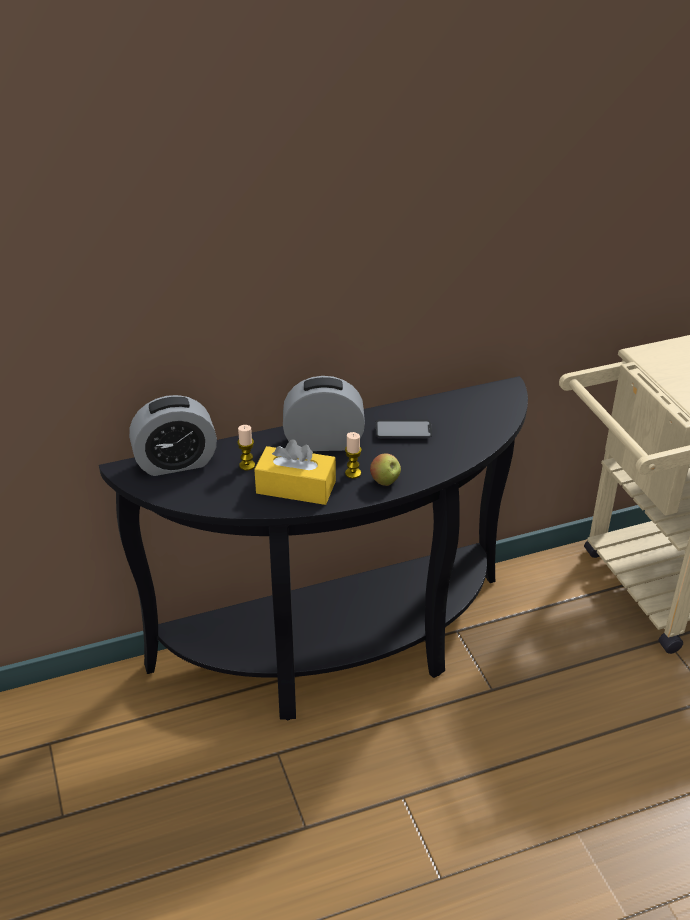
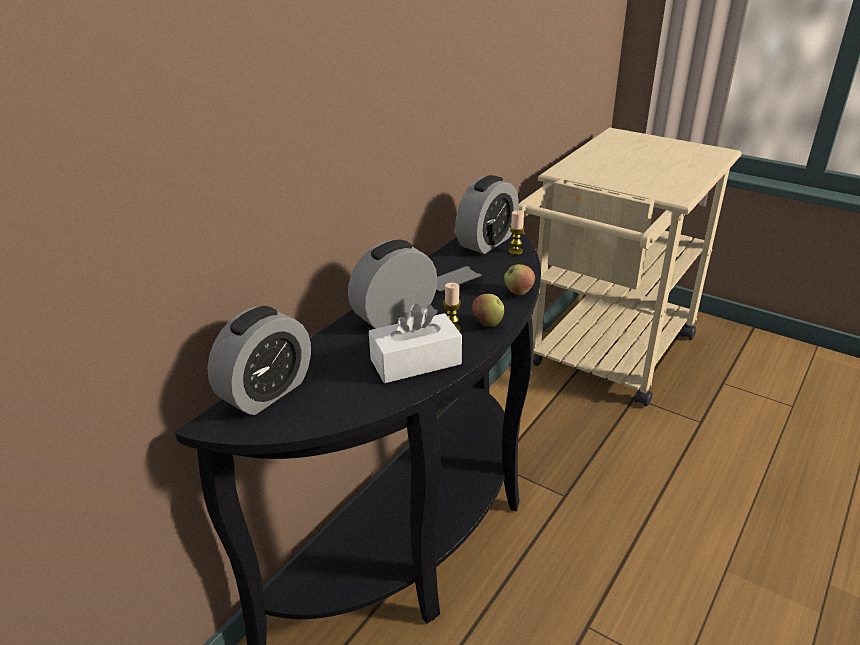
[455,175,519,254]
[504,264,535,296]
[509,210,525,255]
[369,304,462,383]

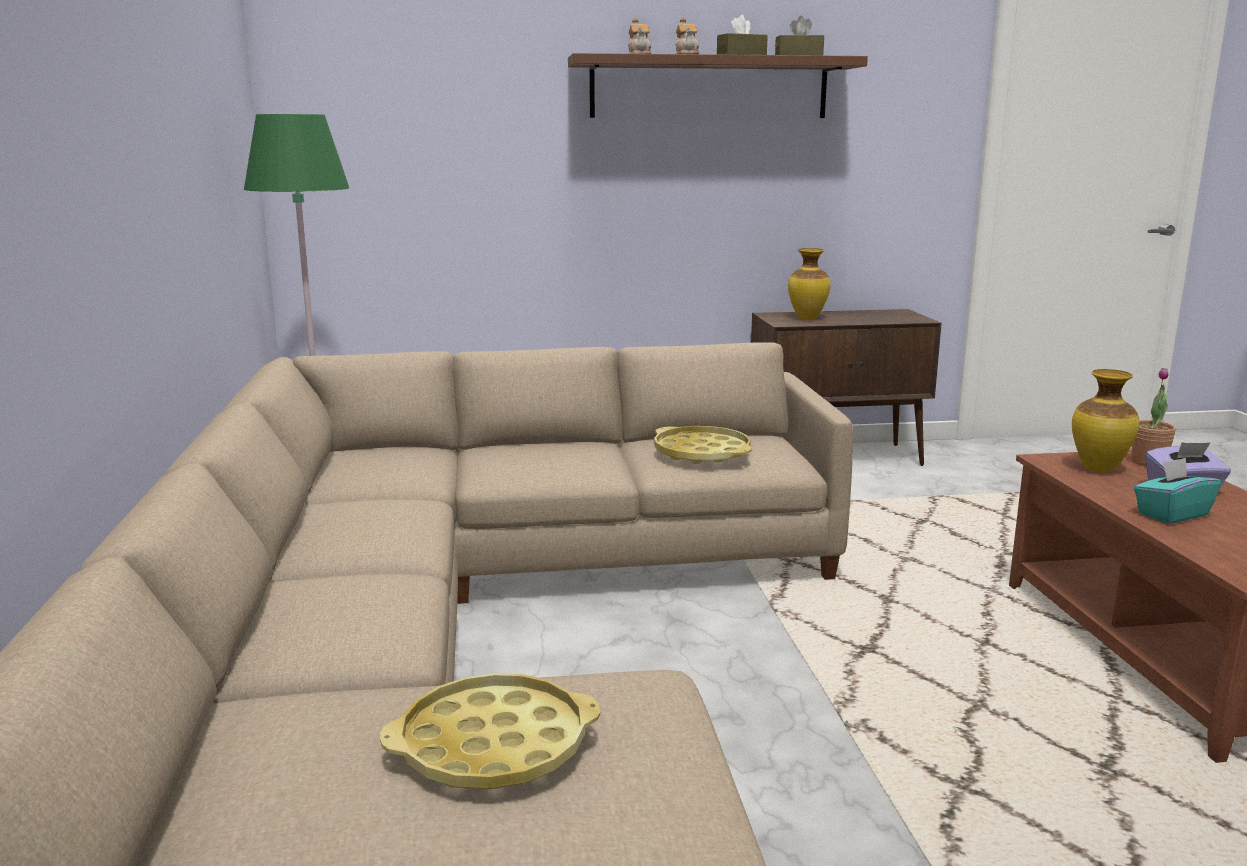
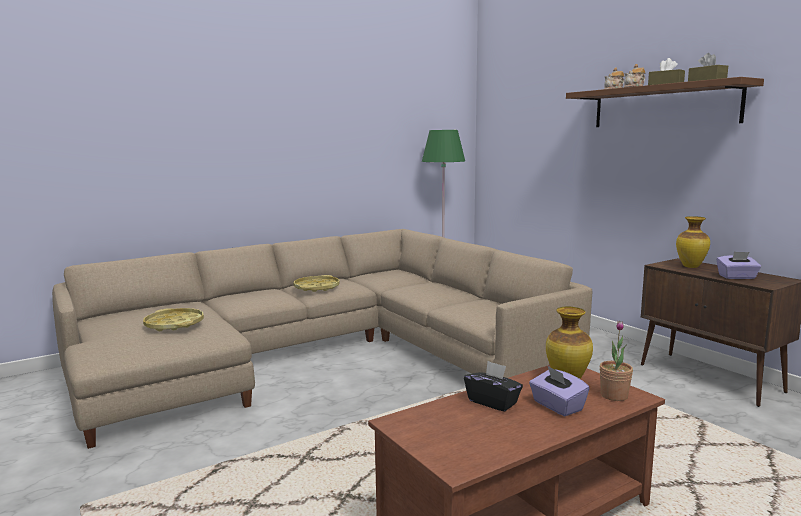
[717,252,761,279]
[293,275,340,292]
[464,361,523,412]

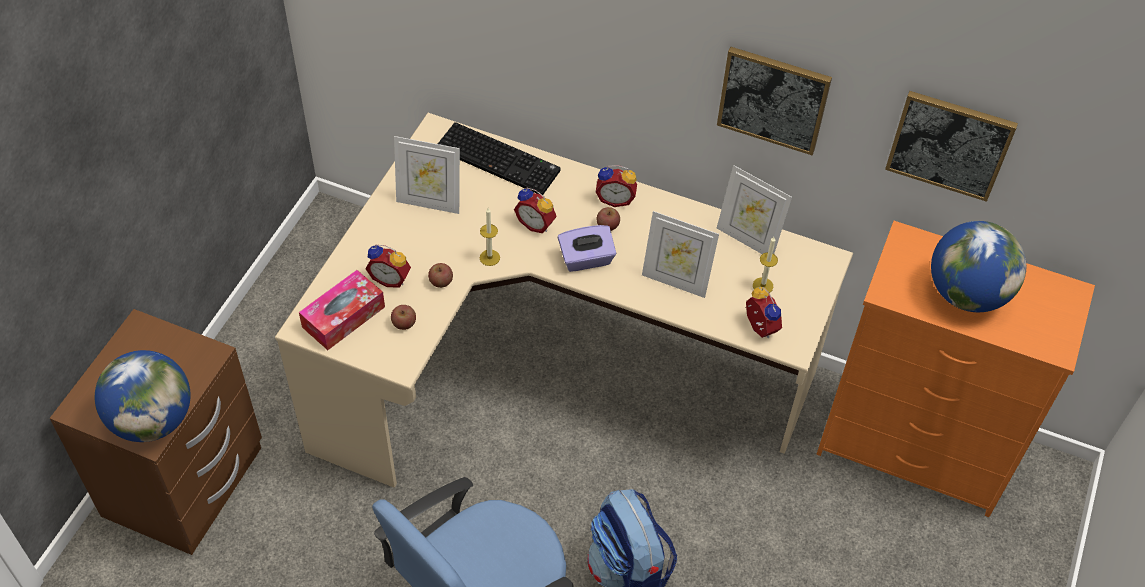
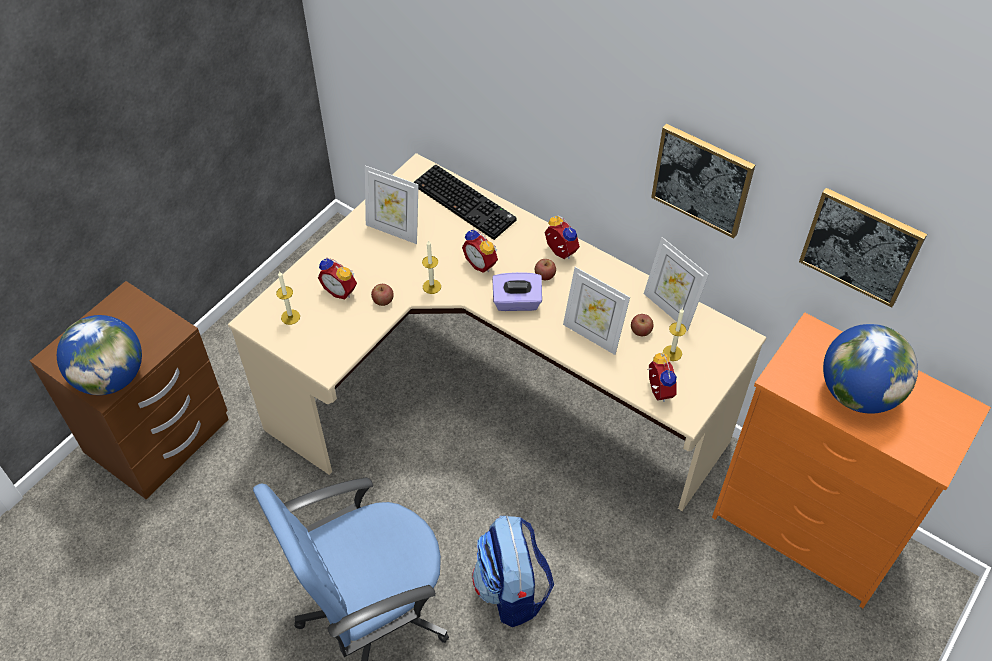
[631,314,654,336]
[276,271,300,325]
[545,215,580,259]

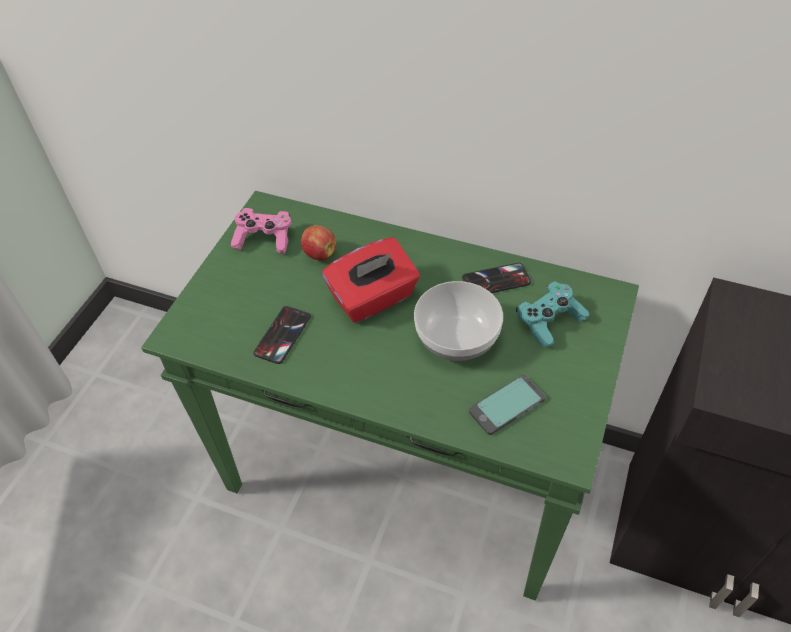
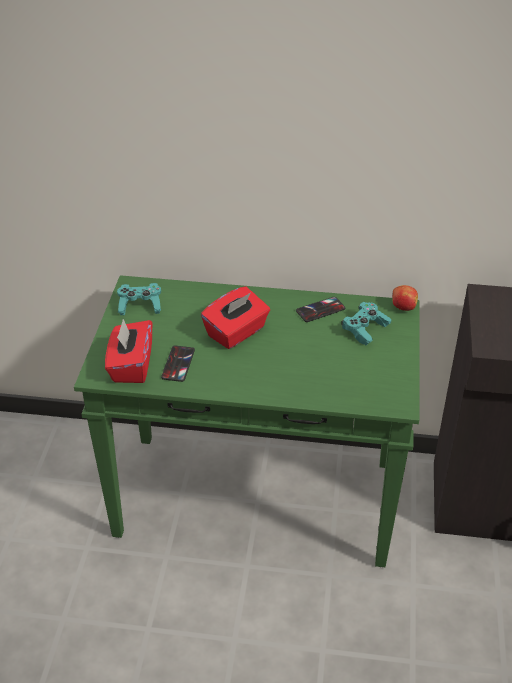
[414,281,503,361] (first image)
[469,375,546,435] (first image)
[105,319,152,383]
[393,285,418,311]
[117,283,161,315]

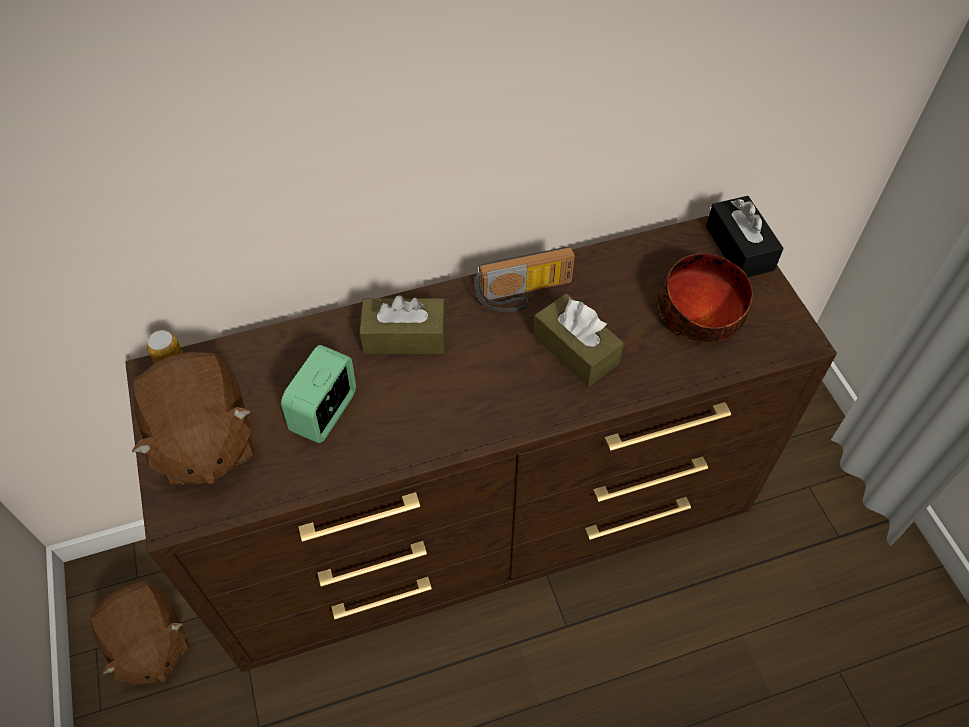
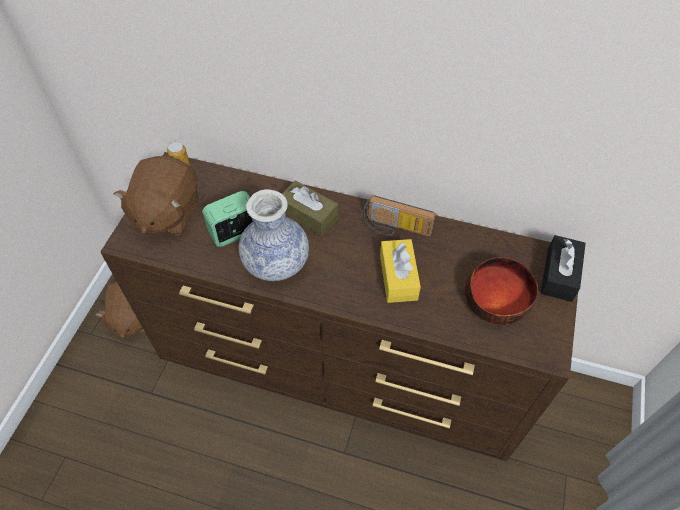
[238,189,309,281]
[380,239,421,303]

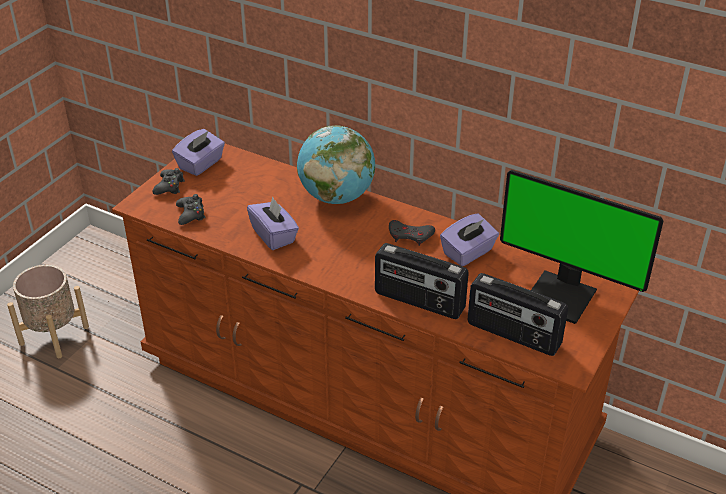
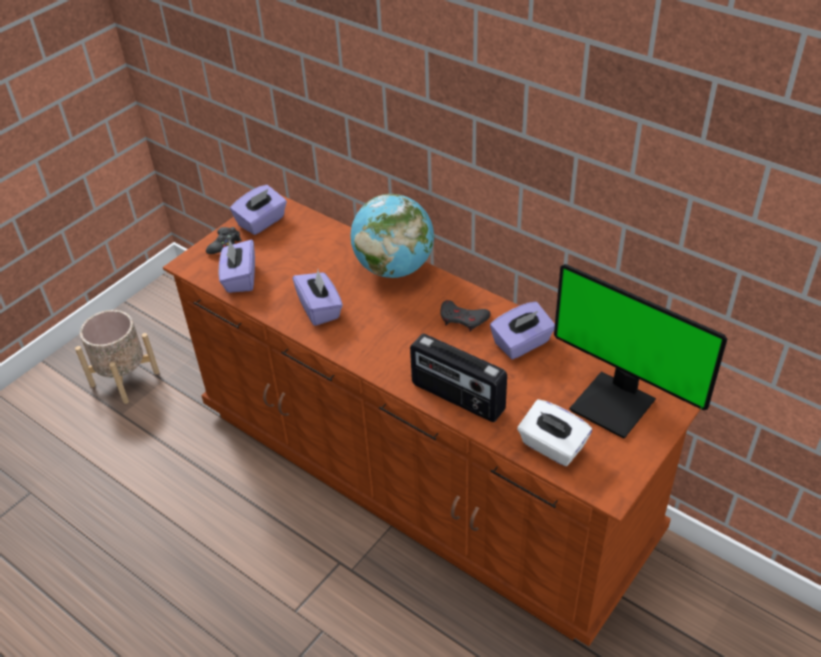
[219,240,255,293]
[517,399,592,466]

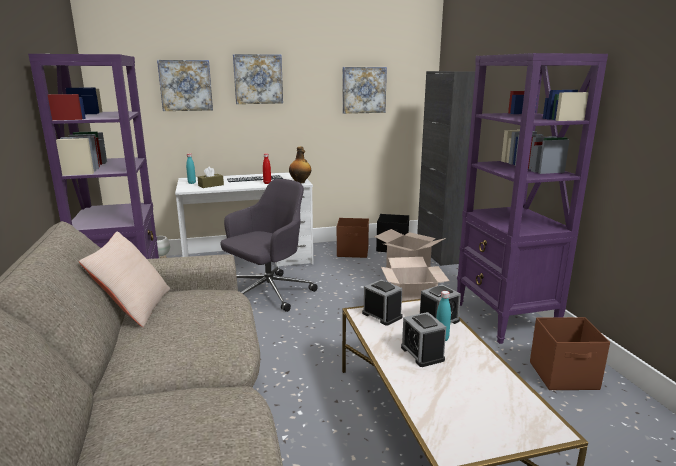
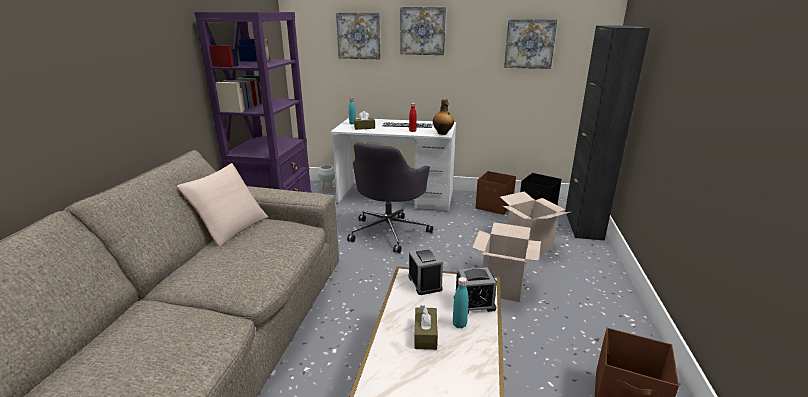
[457,53,608,344] (first image)
[414,305,438,350]
[347,142,433,253]

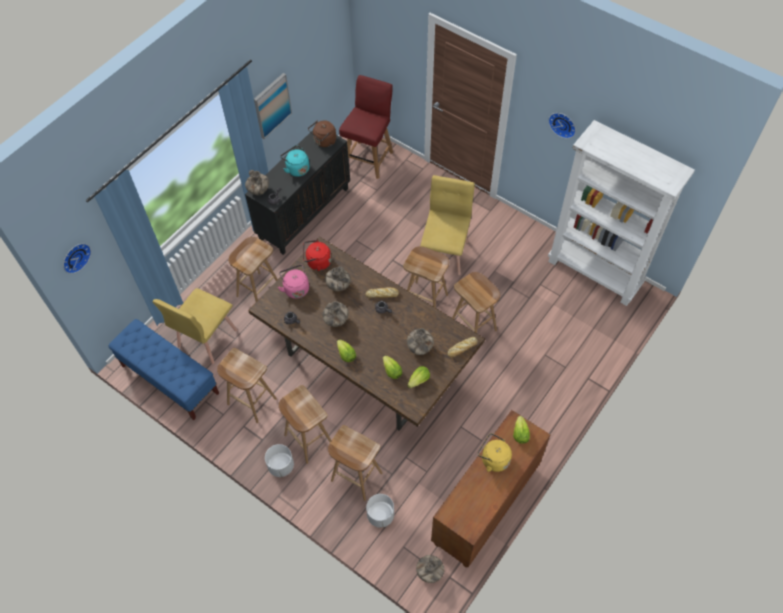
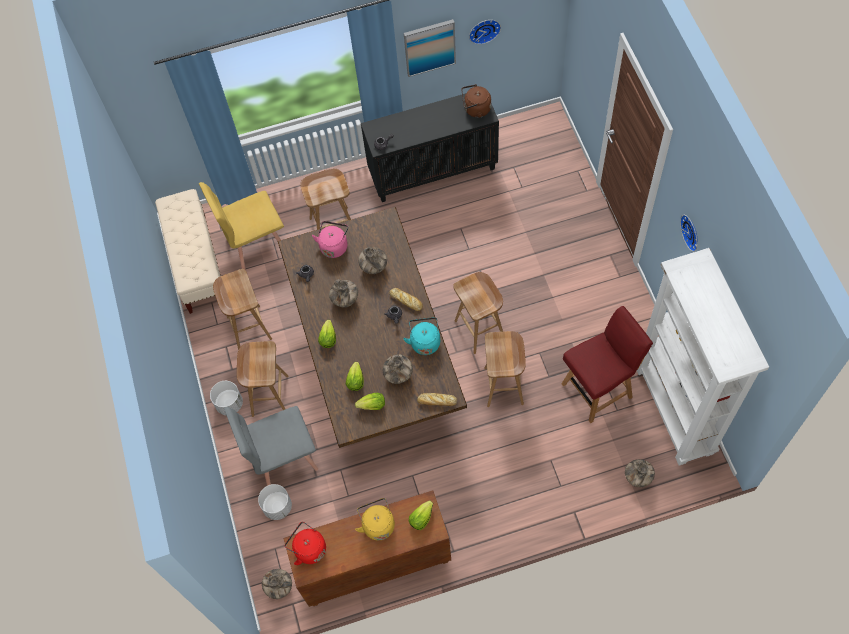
[420,175,475,275] (first image)
[469,20,501,44]
[625,459,655,487]
[403,317,440,355]
[285,522,326,565]
[562,306,653,423]
[224,406,318,486]
[155,189,221,314]

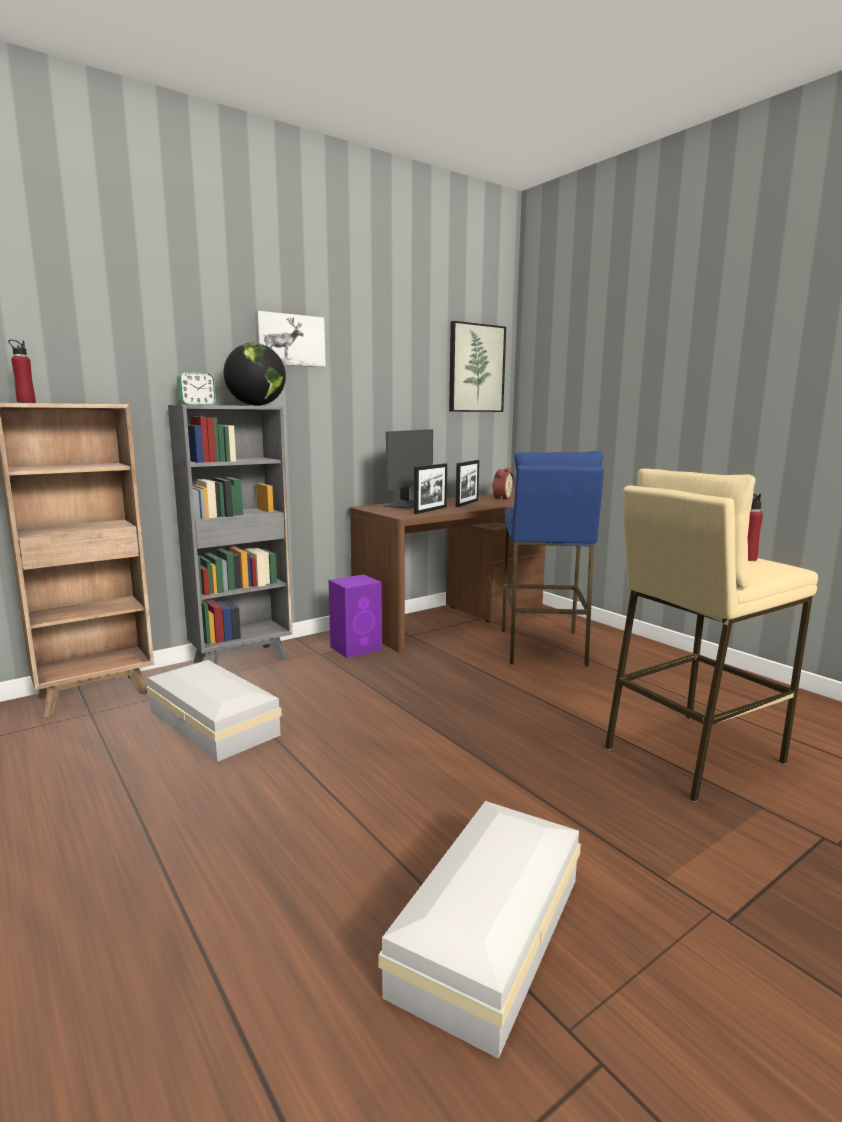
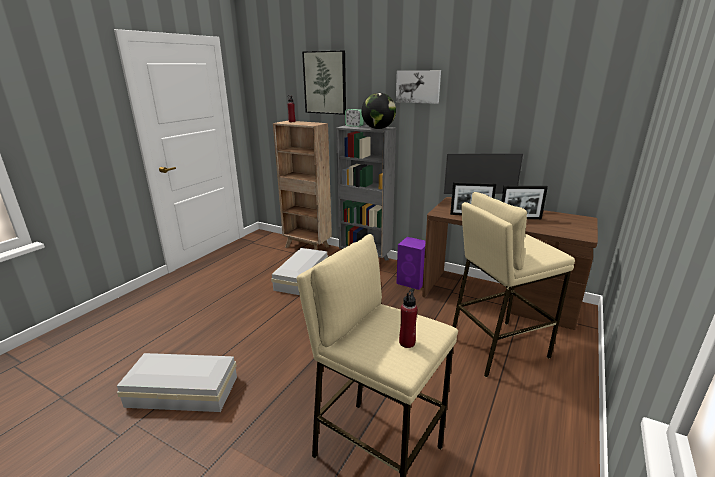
[492,468,515,499] (first image)
[302,50,346,115]
[453,192,575,377]

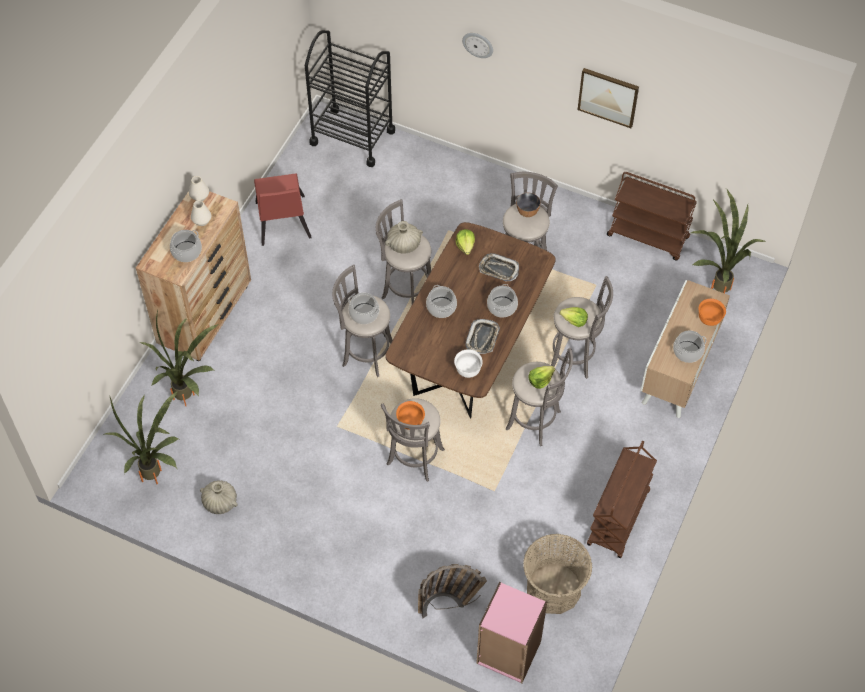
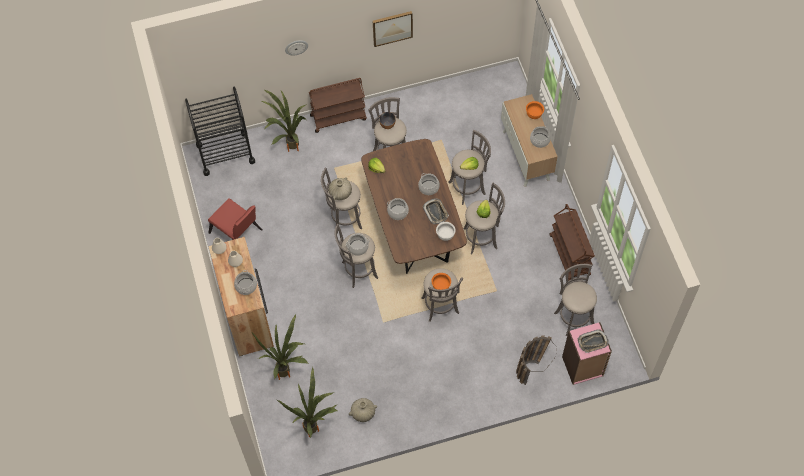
[578,329,609,353]
[309,78,367,133]
[262,90,308,152]
[554,264,597,336]

